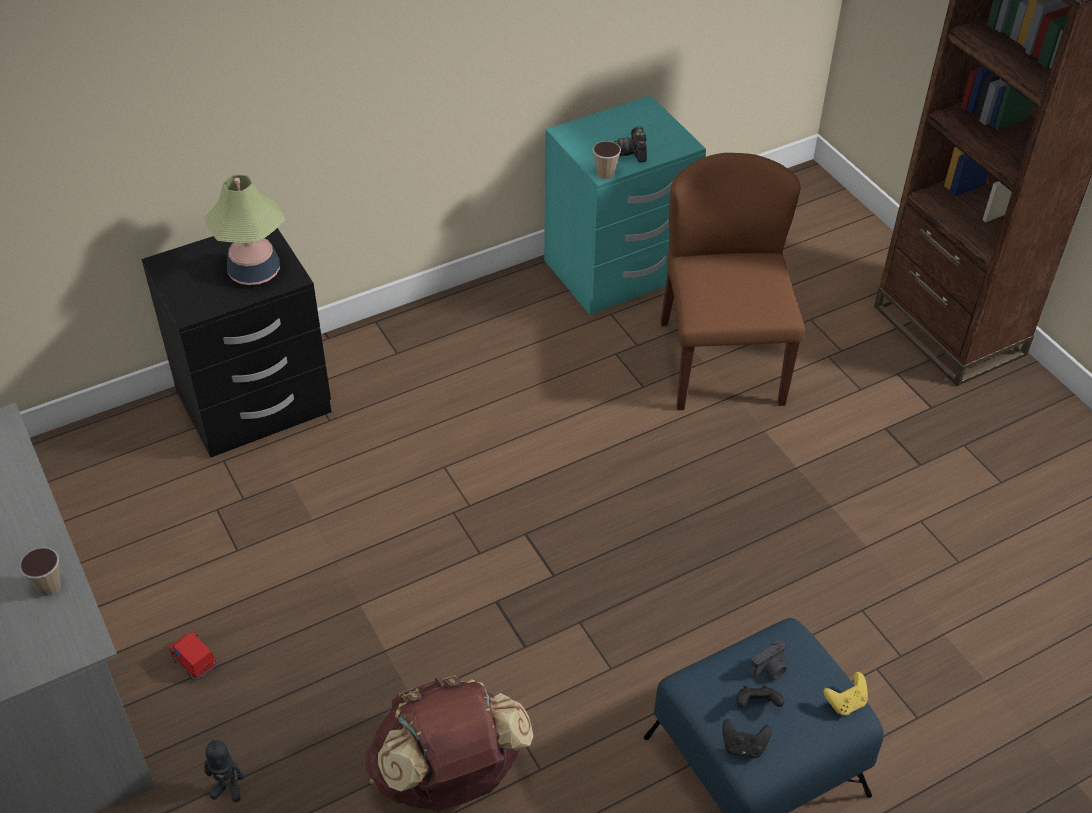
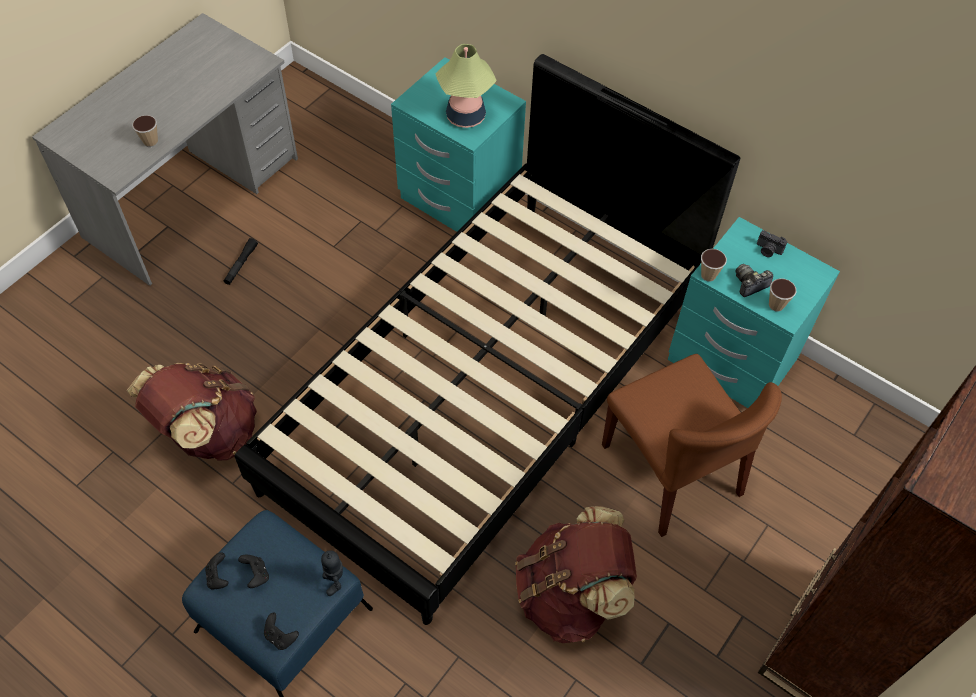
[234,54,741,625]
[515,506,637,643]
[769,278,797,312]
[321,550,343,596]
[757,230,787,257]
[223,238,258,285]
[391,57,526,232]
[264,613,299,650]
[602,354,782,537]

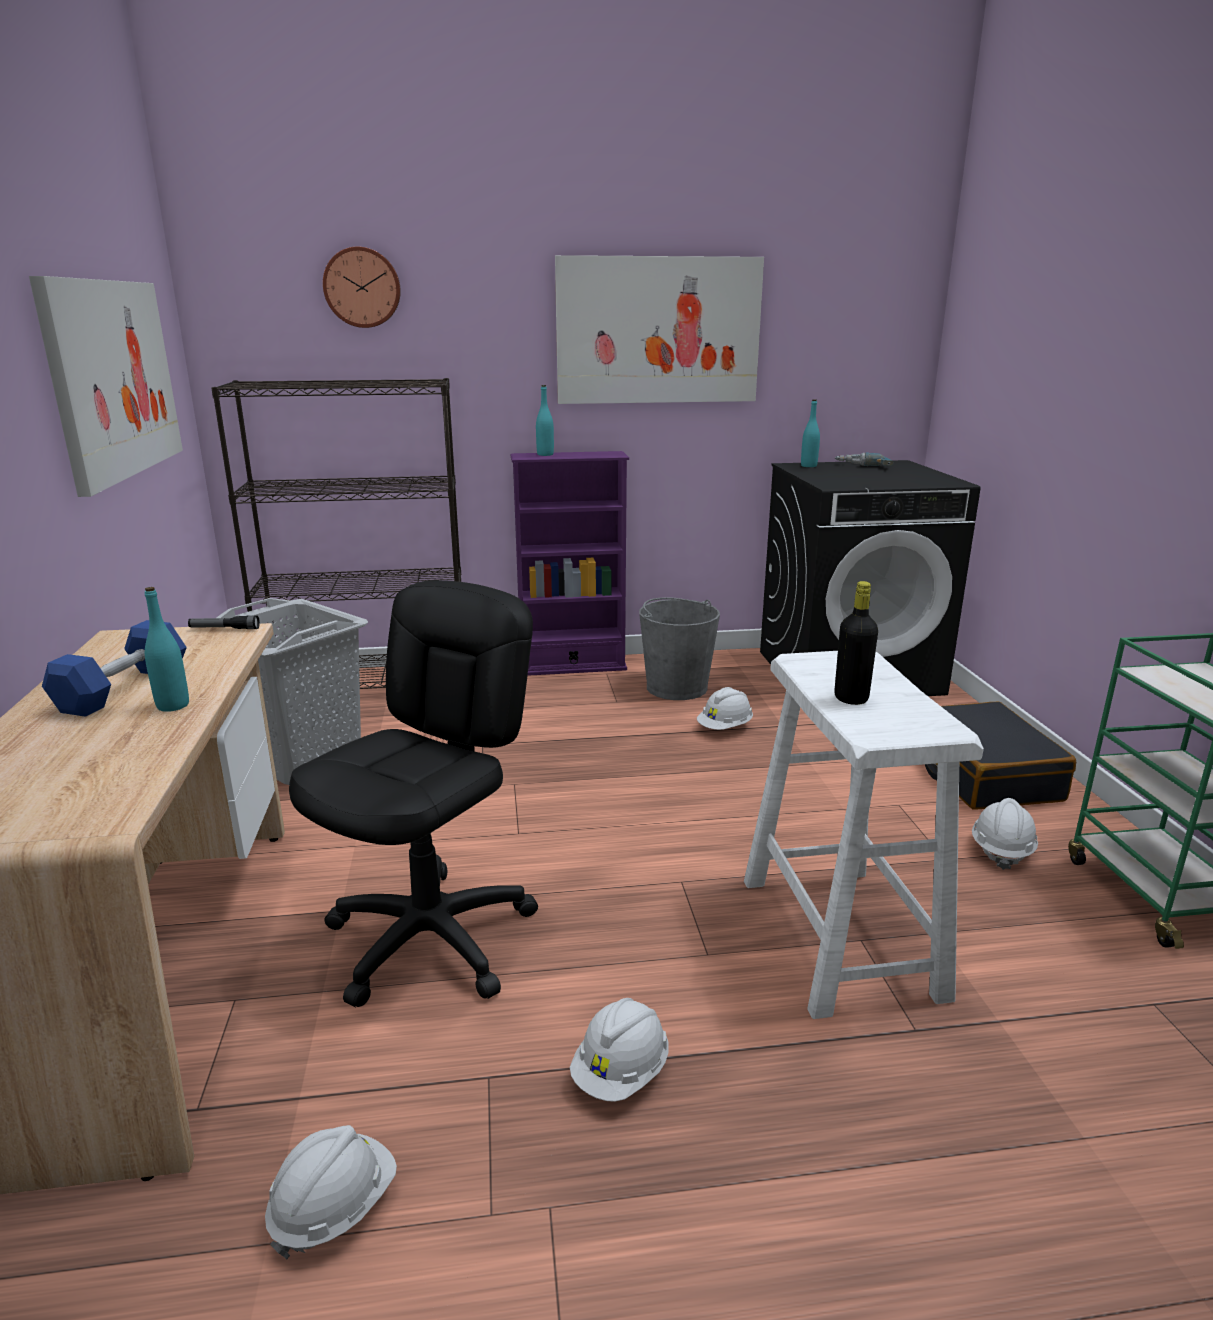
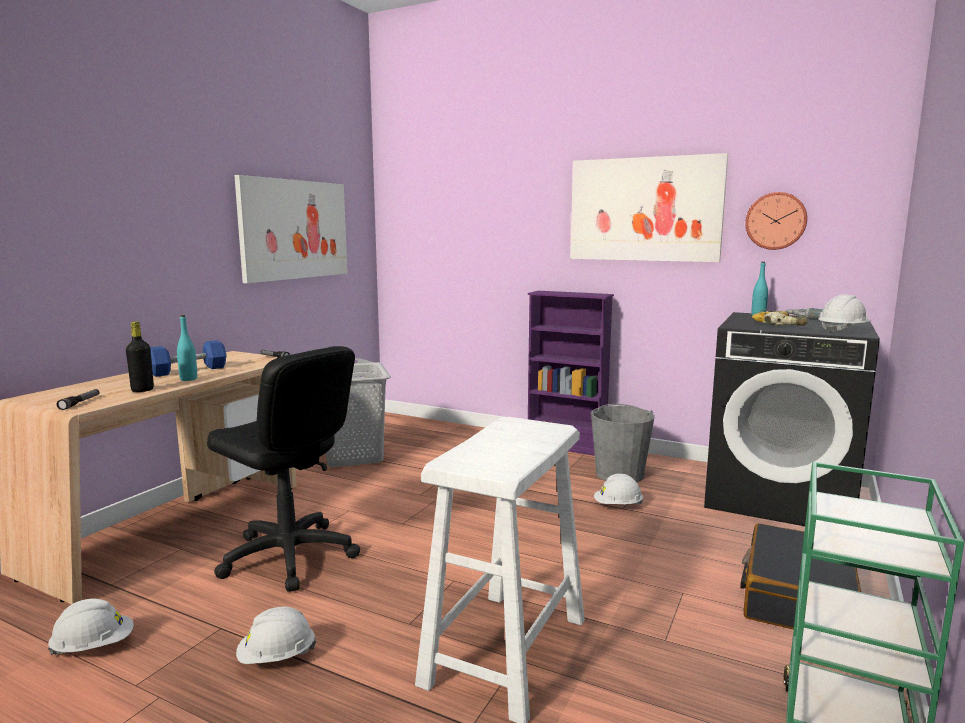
[211,378,461,689] (first image)
[536,385,554,456] (first image)
[57,389,99,410]
[752,310,807,326]
[745,192,807,250]
[126,321,154,392]
[818,294,871,334]
[207,346,360,592]

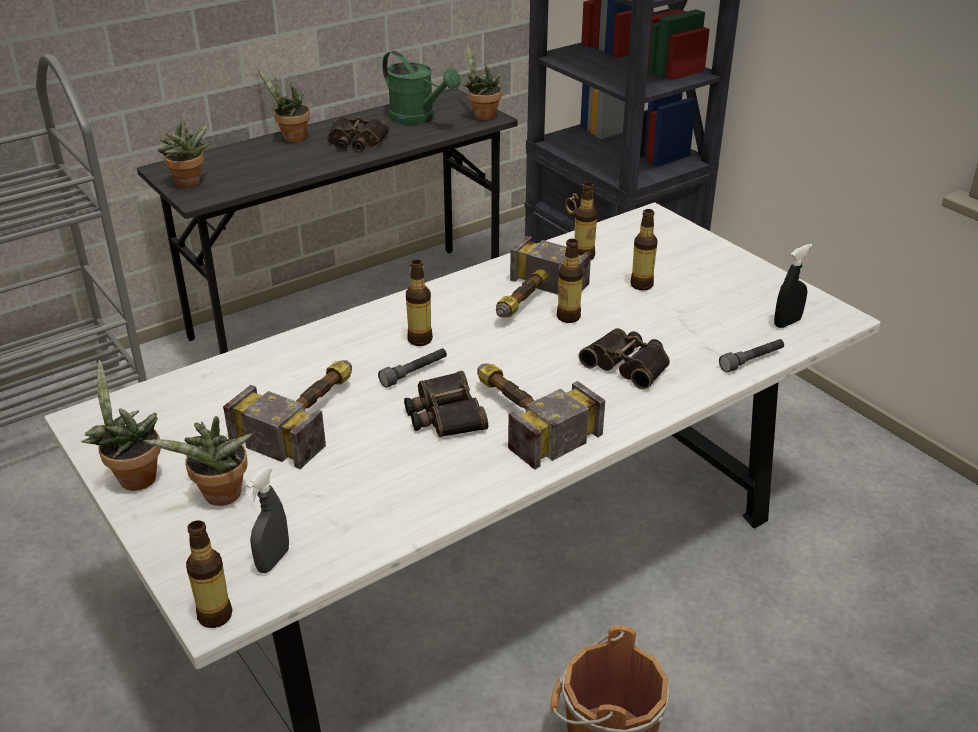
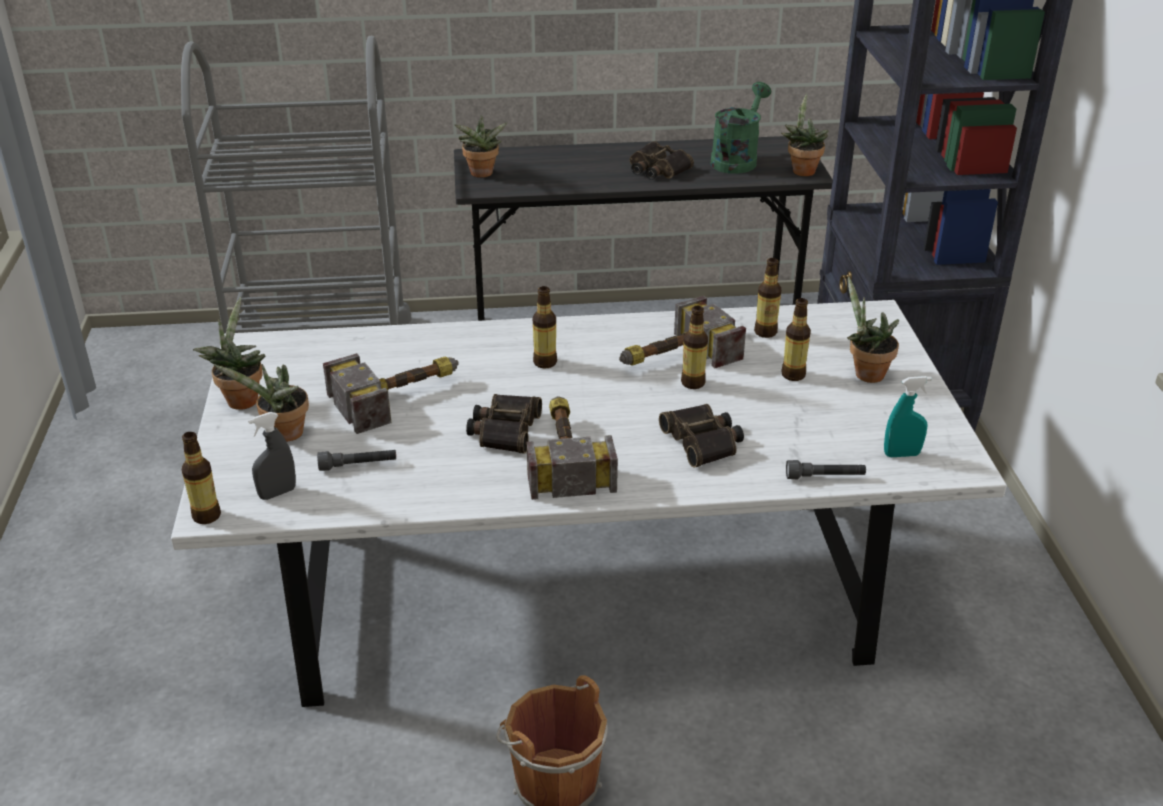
[847,276,899,383]
[317,450,396,471]
[884,376,932,457]
[710,82,771,174]

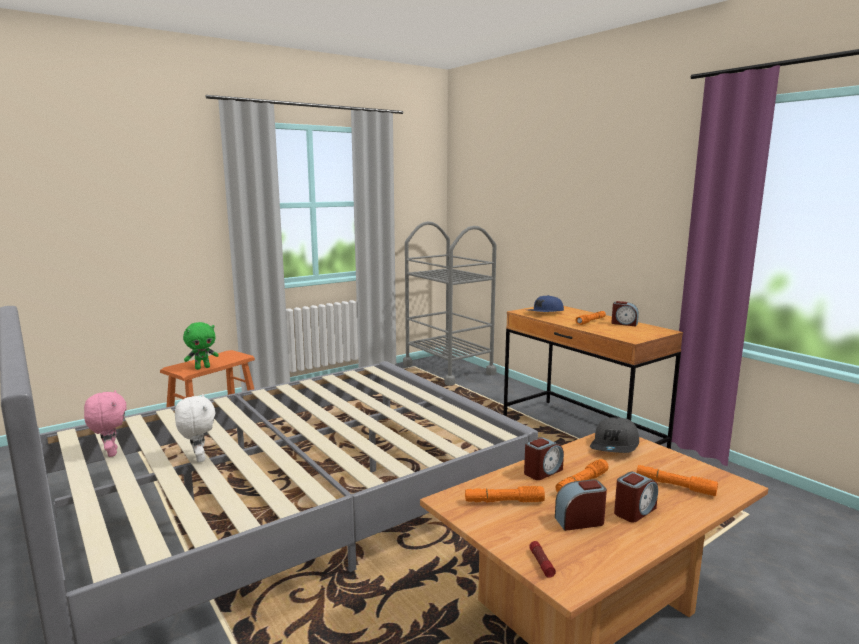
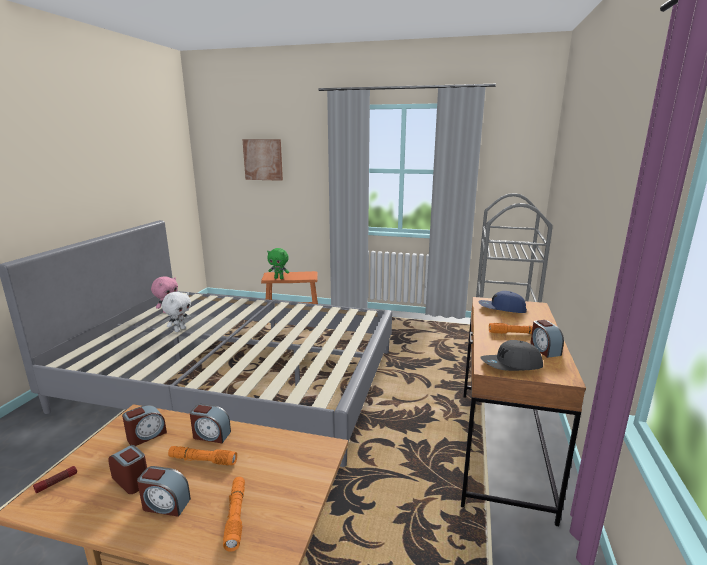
[242,139,283,181]
[480,340,543,371]
[122,405,167,446]

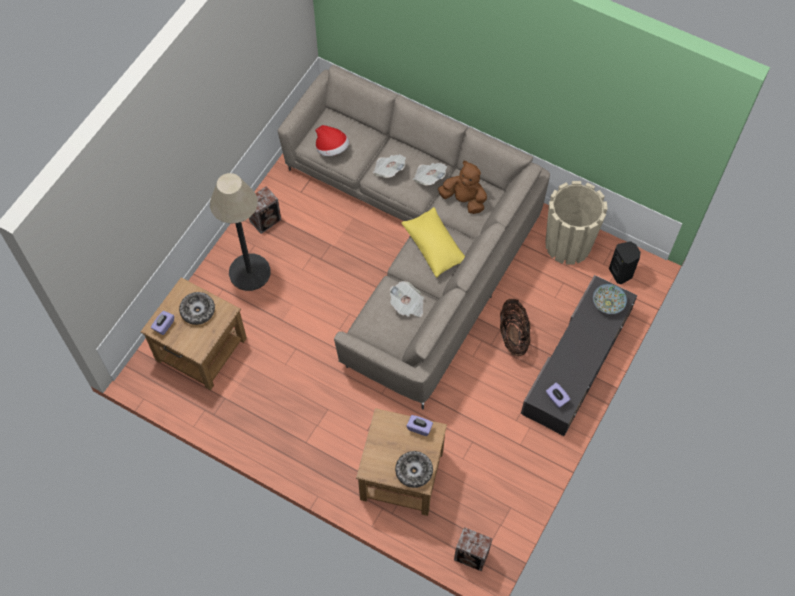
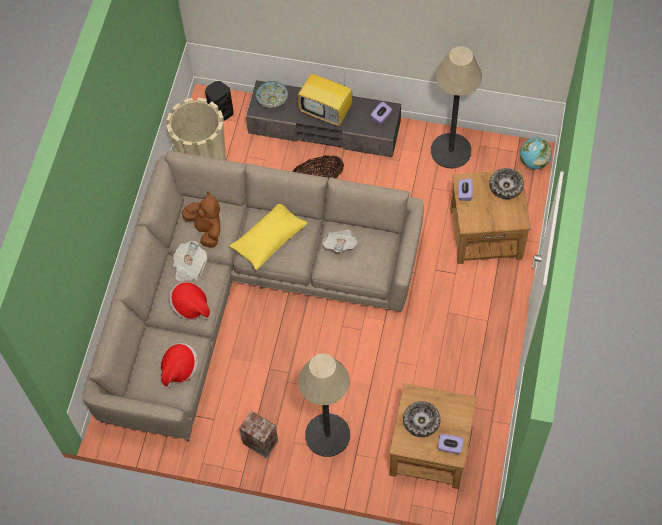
[297,67,353,126]
[431,46,482,169]
[169,282,210,320]
[520,138,552,169]
[182,192,220,248]

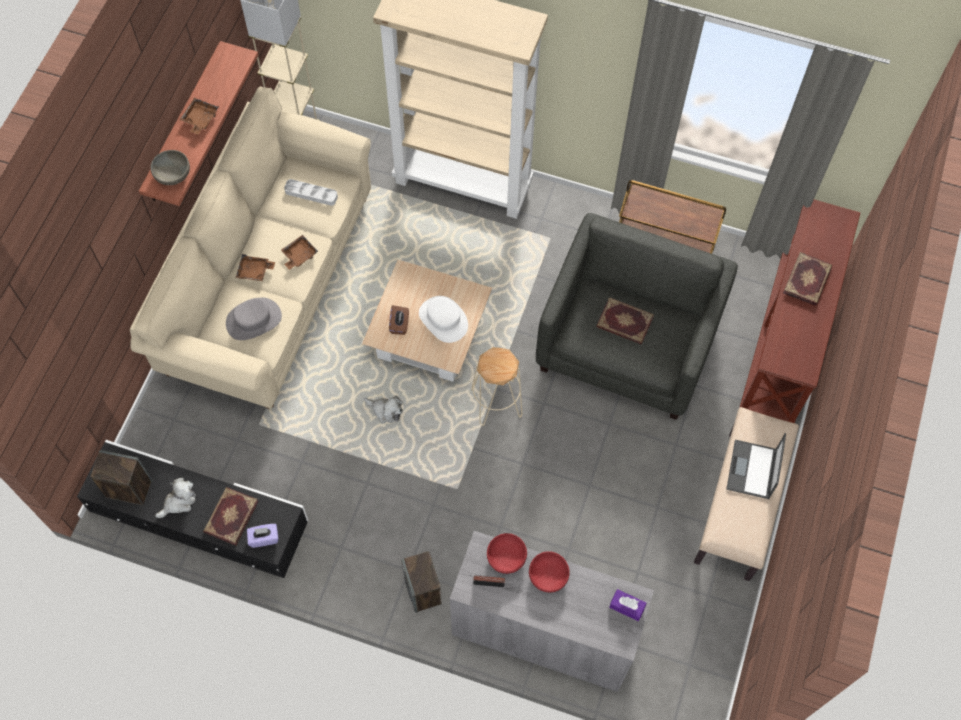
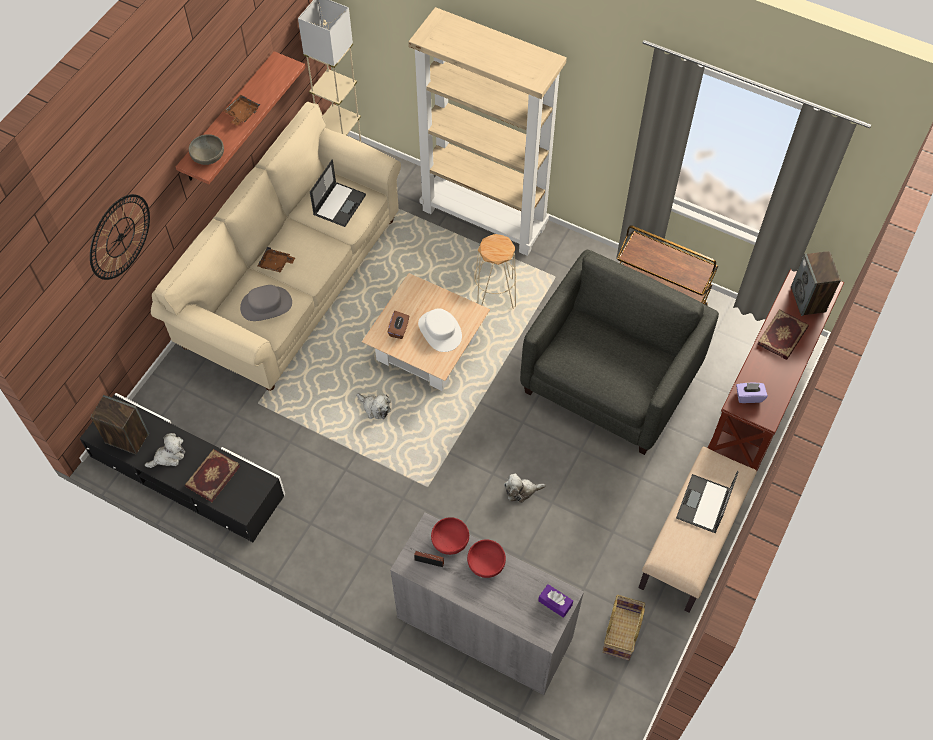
[281,235,318,270] (first image)
[596,297,654,345] (first image)
[90,194,150,280]
[504,473,546,503]
[602,595,645,661]
[736,383,768,403]
[791,251,841,316]
[474,234,517,309]
[310,159,366,227]

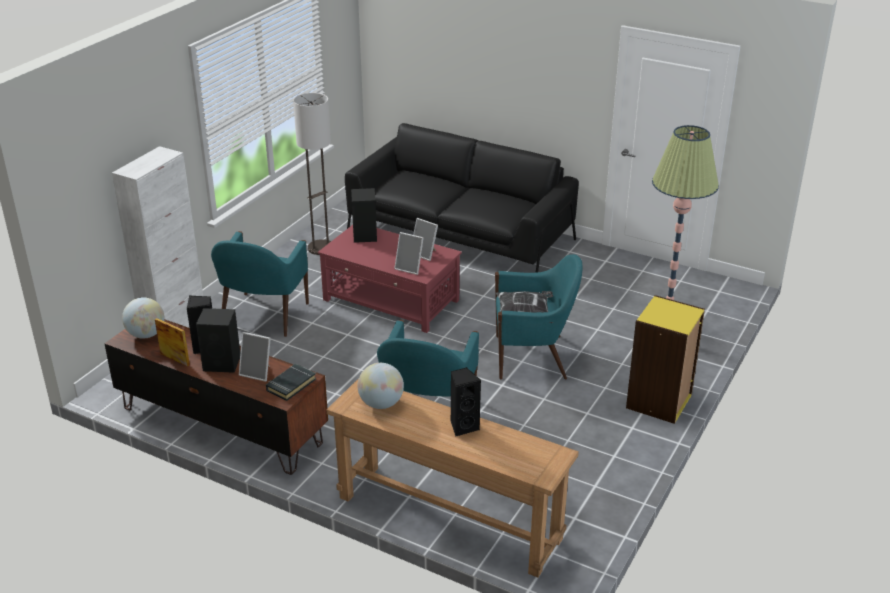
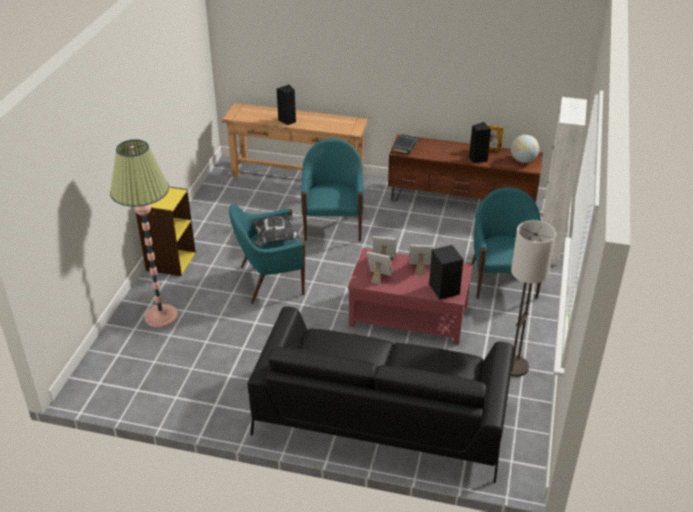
[196,308,240,373] (first image)
[358,363,404,409] (first image)
[409,245,434,275]

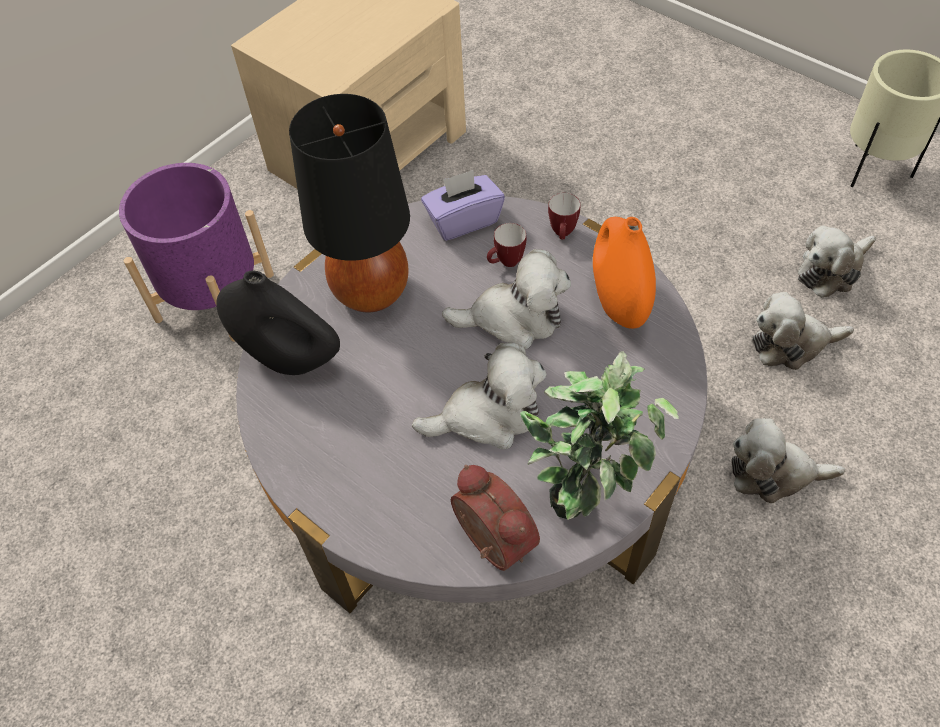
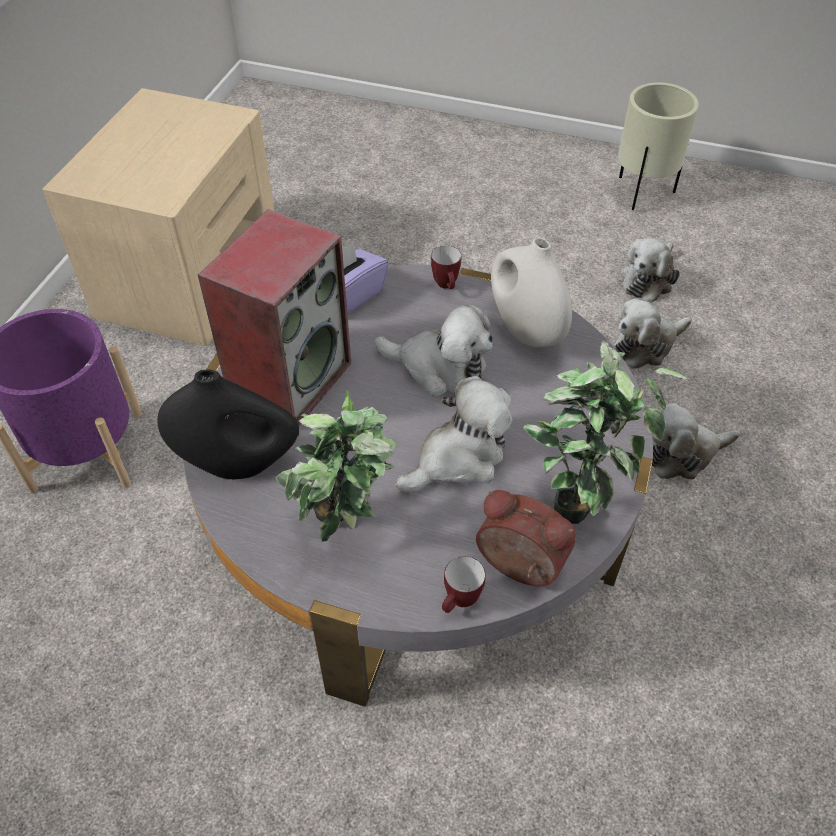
[275,391,397,542]
[442,556,486,613]
[198,209,351,426]
[491,237,572,347]
[374,305,493,397]

